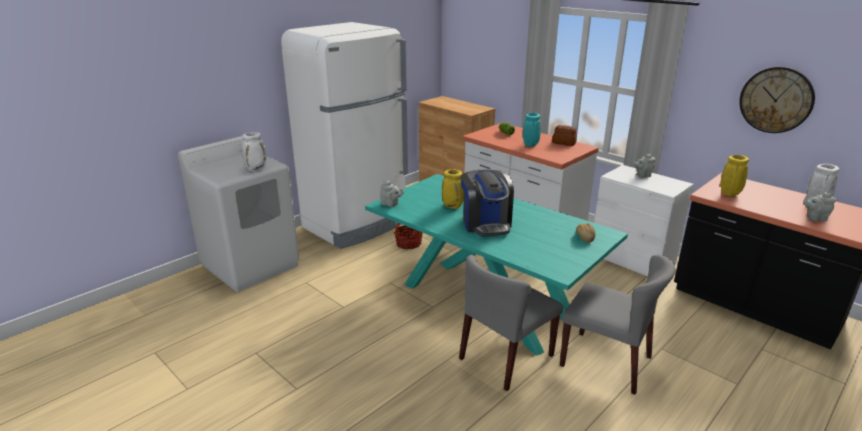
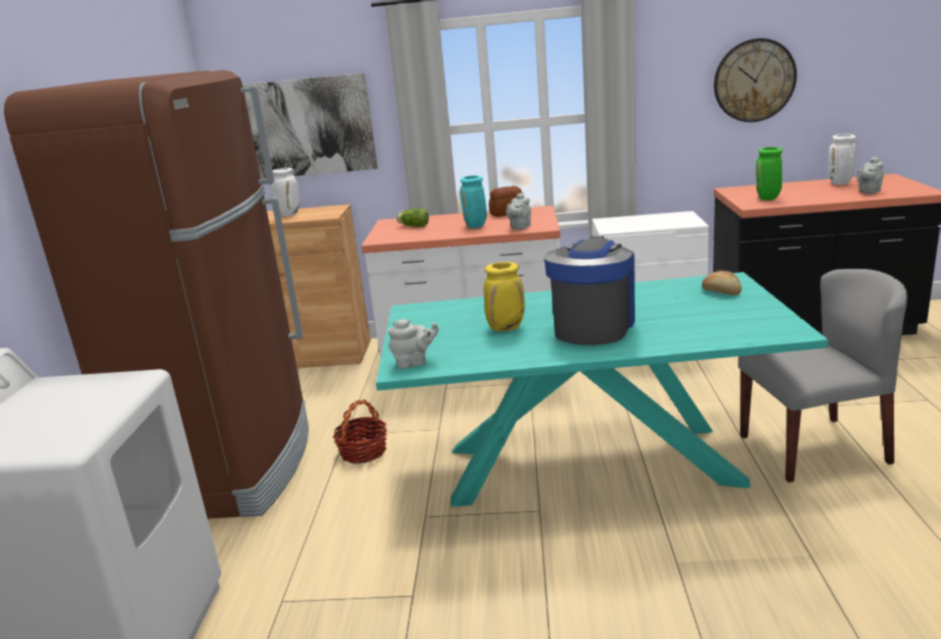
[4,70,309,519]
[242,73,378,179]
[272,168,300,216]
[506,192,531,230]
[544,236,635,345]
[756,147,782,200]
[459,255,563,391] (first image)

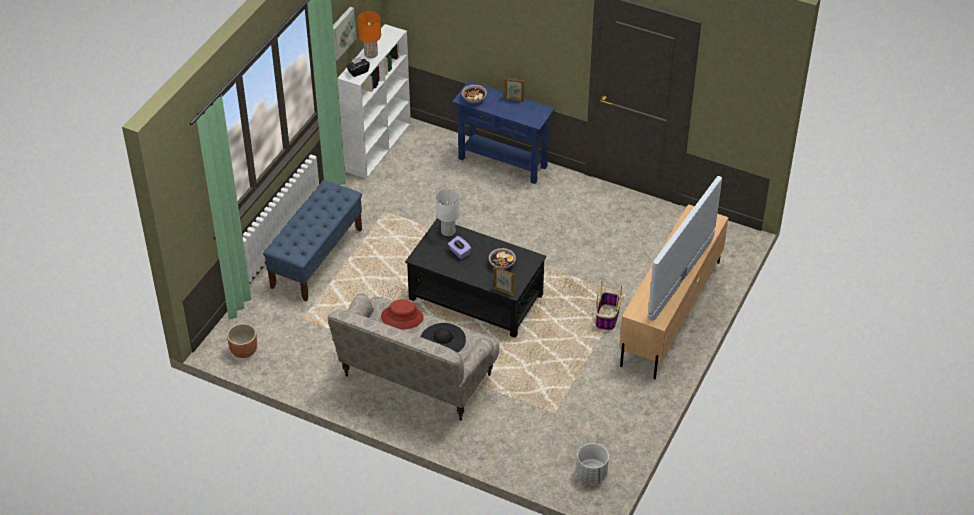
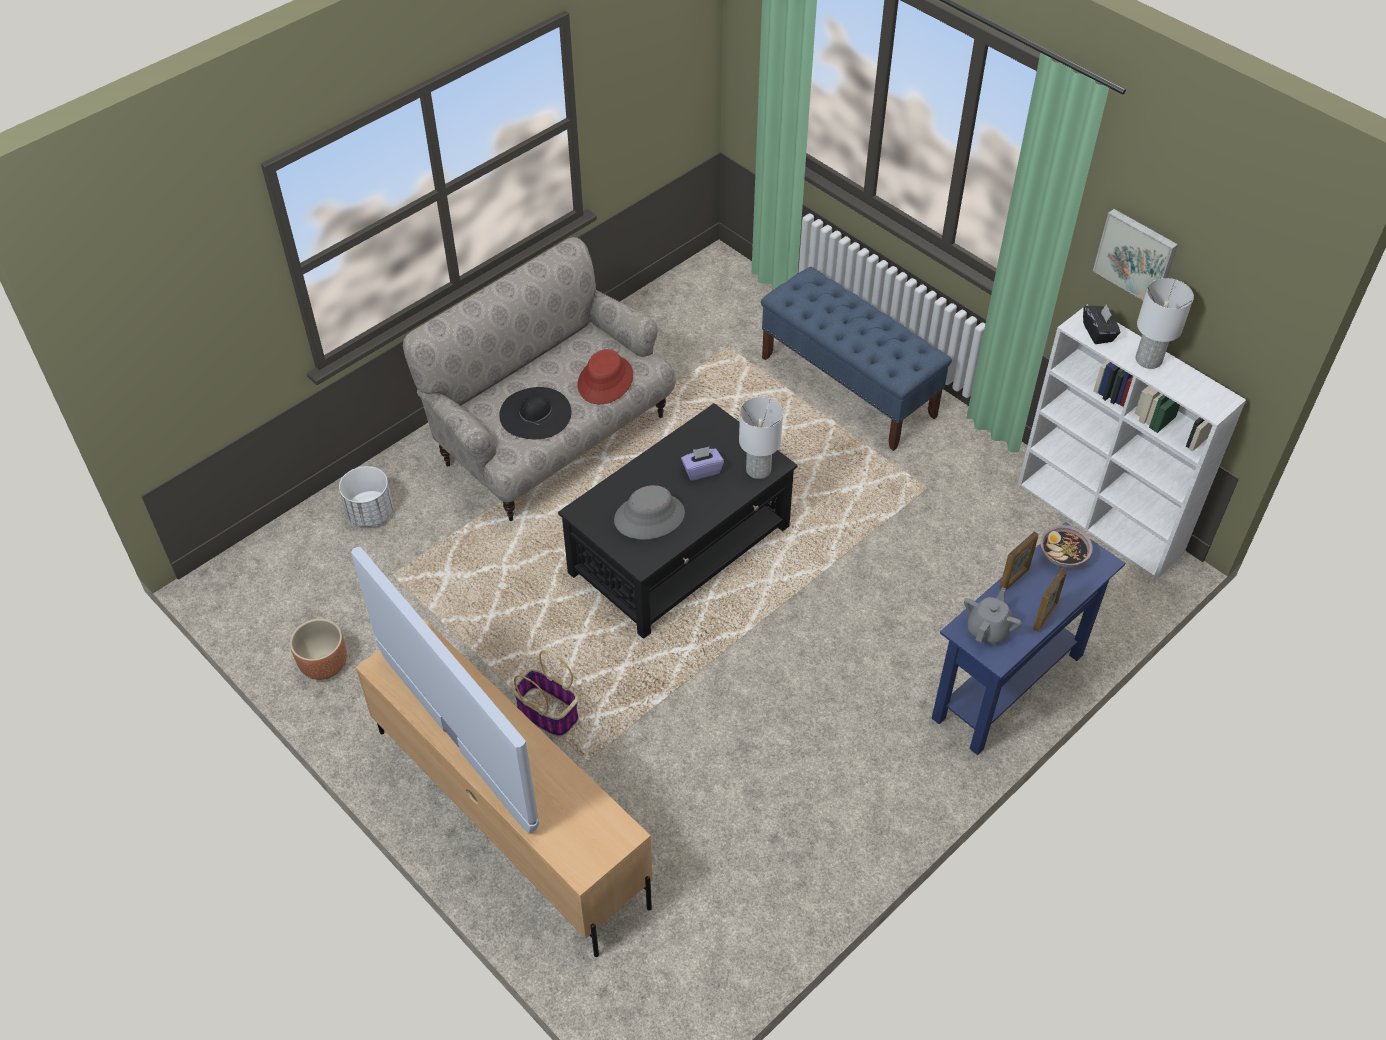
[290,619,347,680]
[339,466,393,527]
[614,485,685,540]
[964,587,1022,644]
[999,531,1038,590]
[1135,278,1194,369]

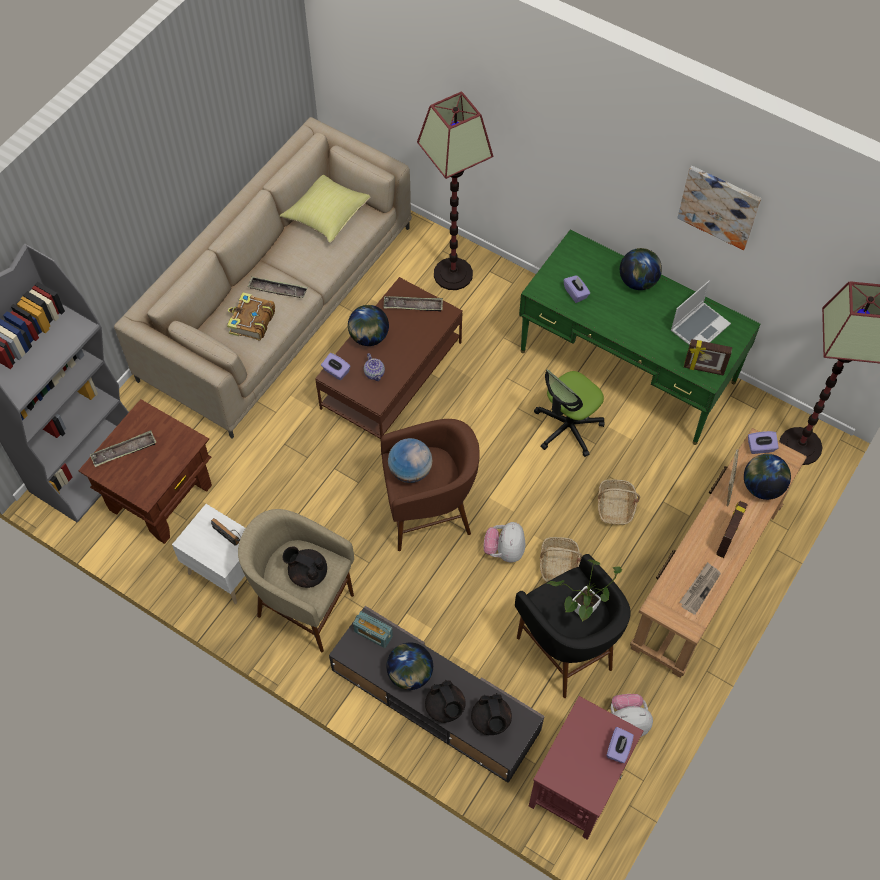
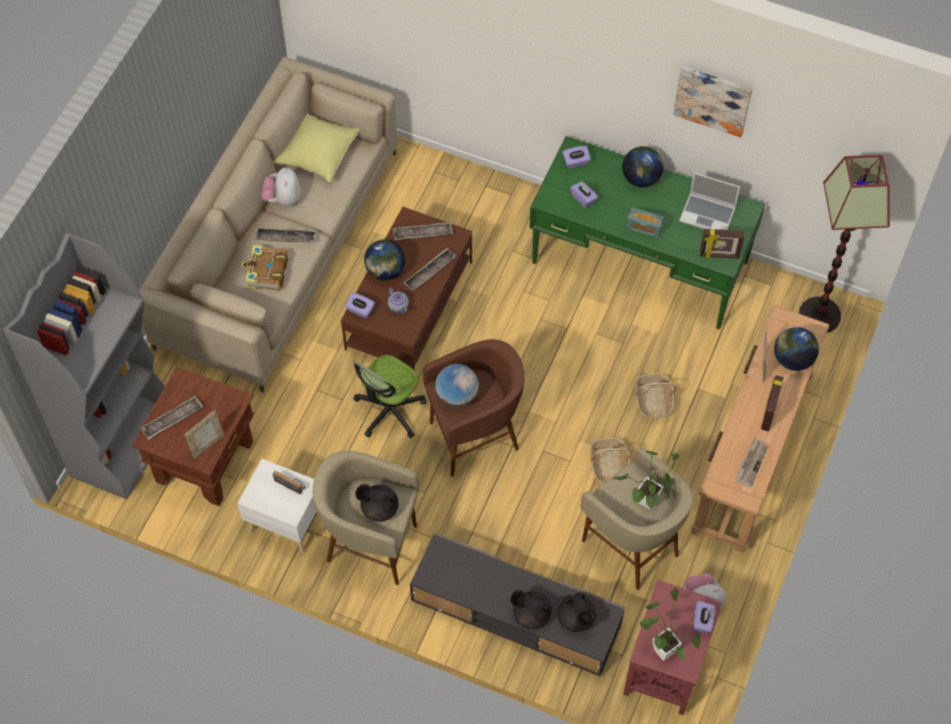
[184,410,224,459]
[261,168,301,206]
[353,355,426,438]
[404,248,457,291]
[510,590,552,629]
[562,146,591,169]
[580,447,693,590]
[626,207,664,238]
[639,588,701,661]
[679,172,740,230]
[386,642,433,690] (first image)
[417,91,493,290] (first image)

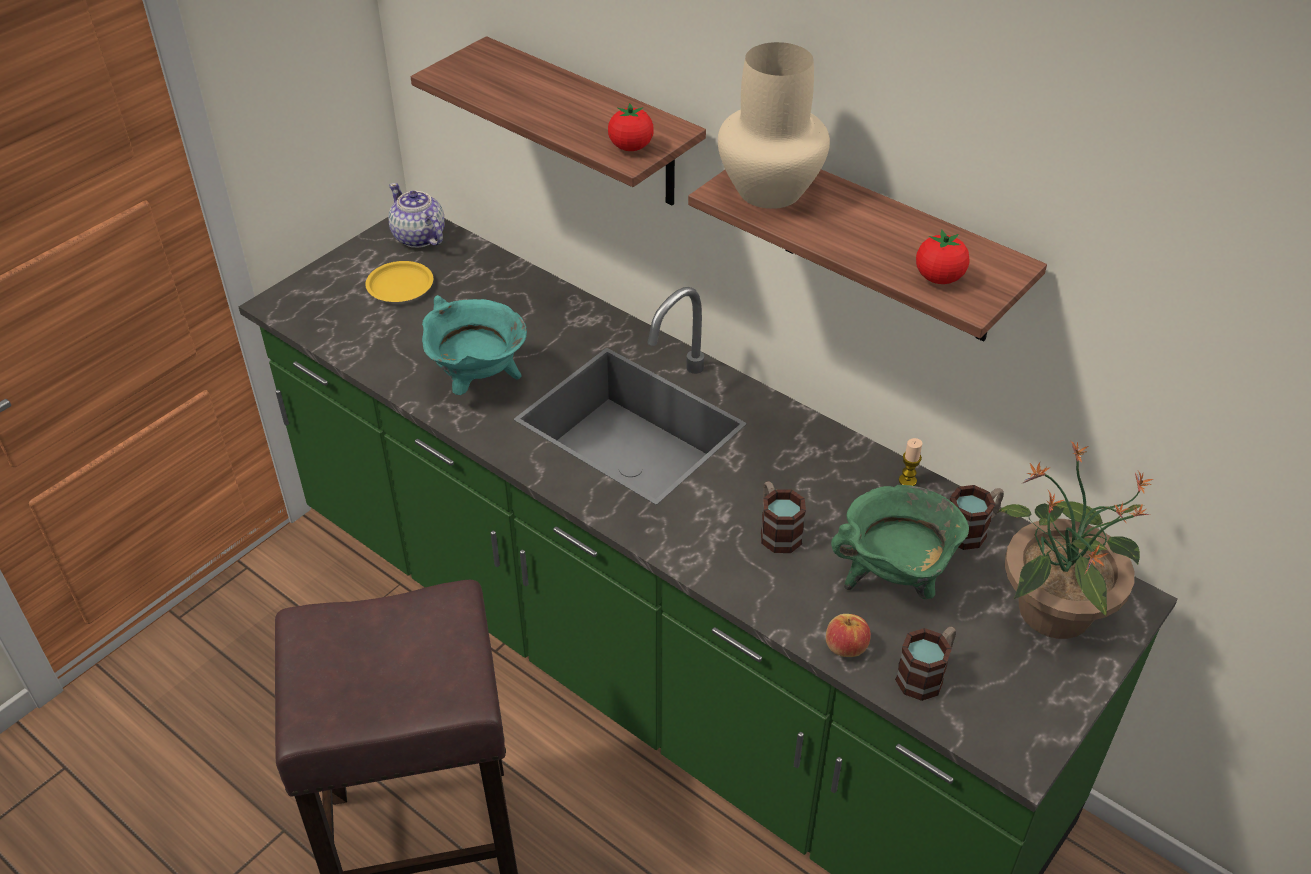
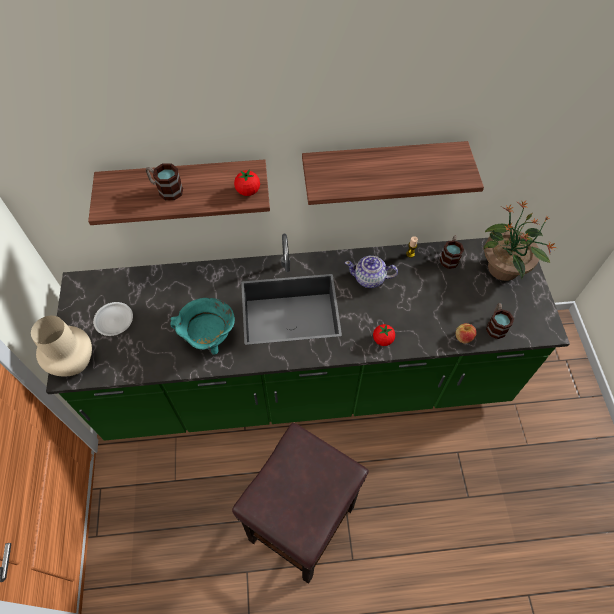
[31,316,92,376]
[93,302,133,336]
[146,164,183,200]
[345,256,398,288]
[373,324,395,346]
[831,485,969,599] (first image)

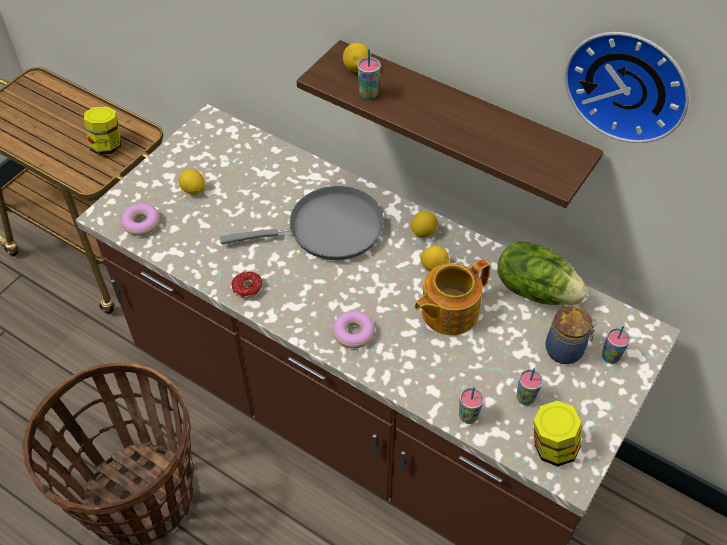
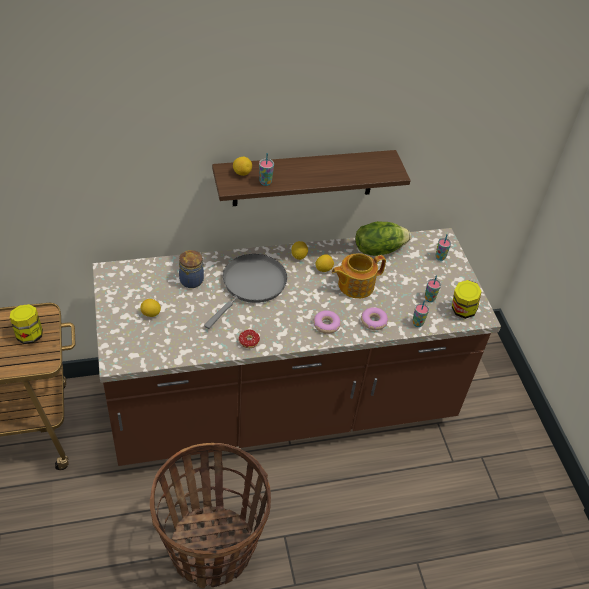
[179,250,204,288]
[332,253,386,299]
[361,307,388,330]
[564,32,689,143] (first image)

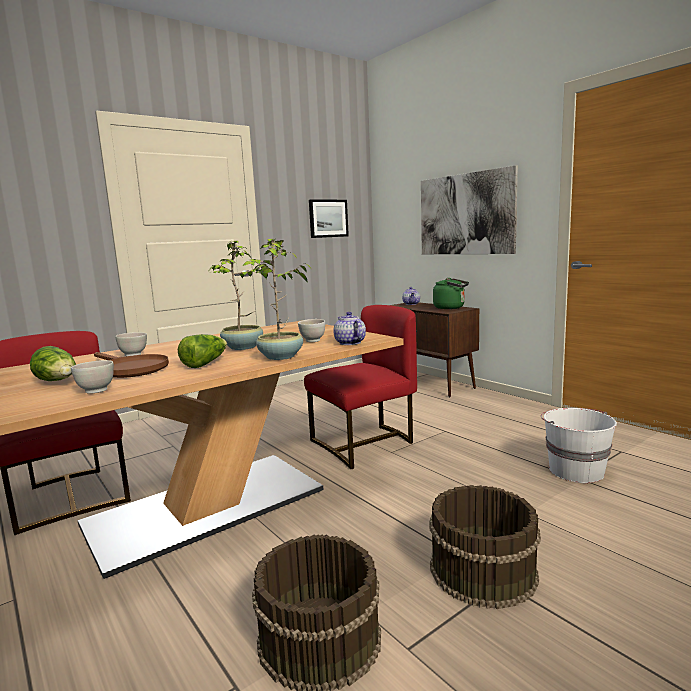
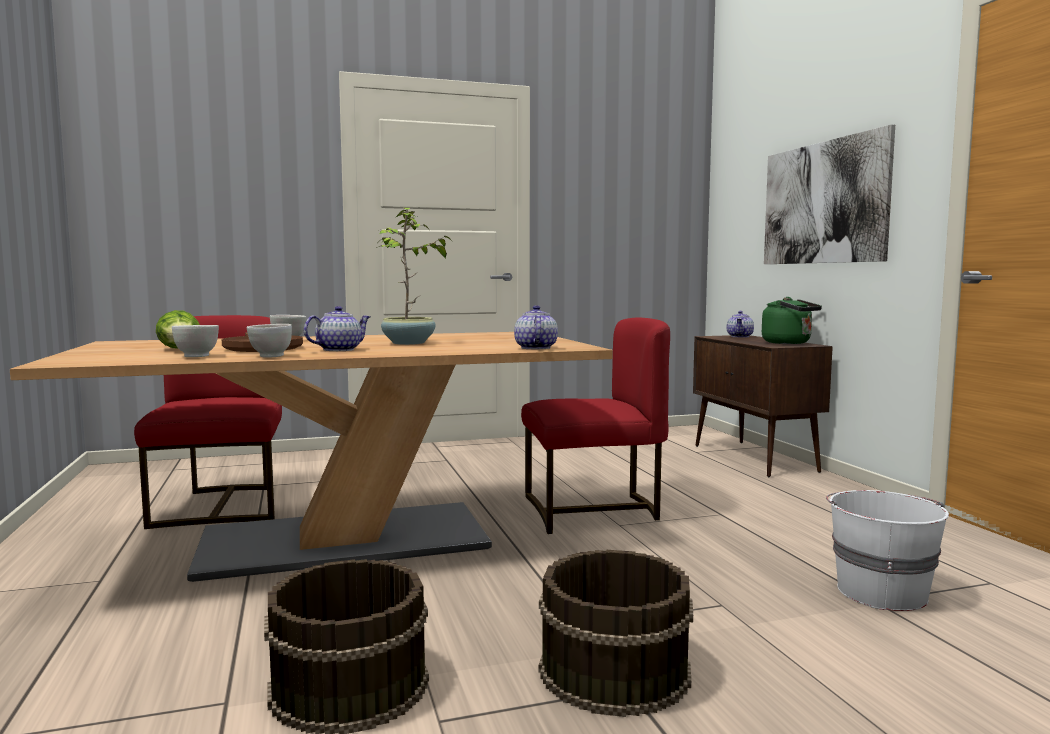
[247,324,292,358]
[304,306,370,351]
[243,239,311,360] (first image)
[309,199,349,238] (first image)

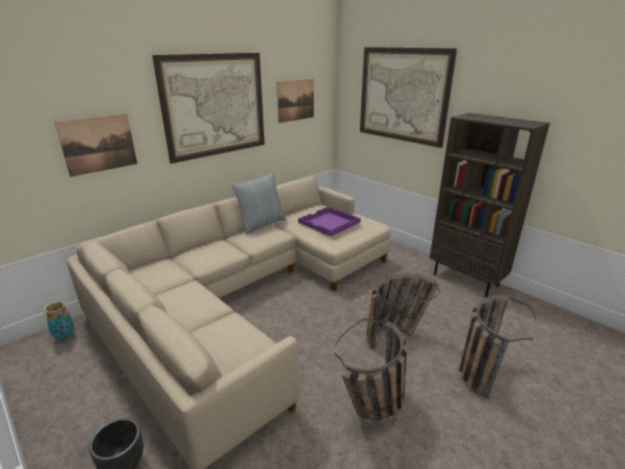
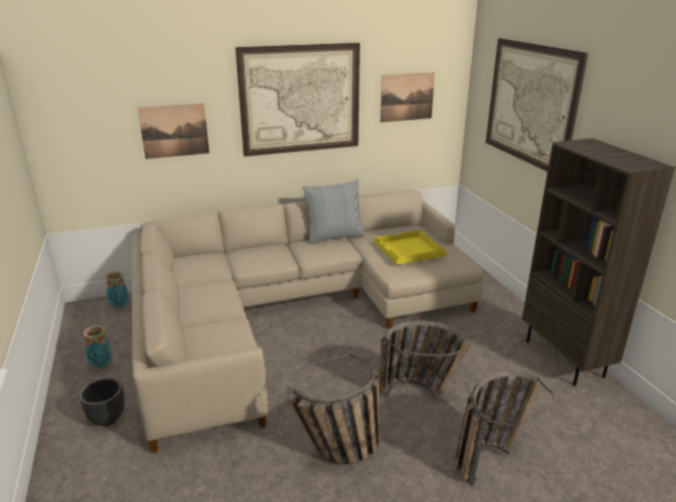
[83,325,113,369]
[374,230,447,265]

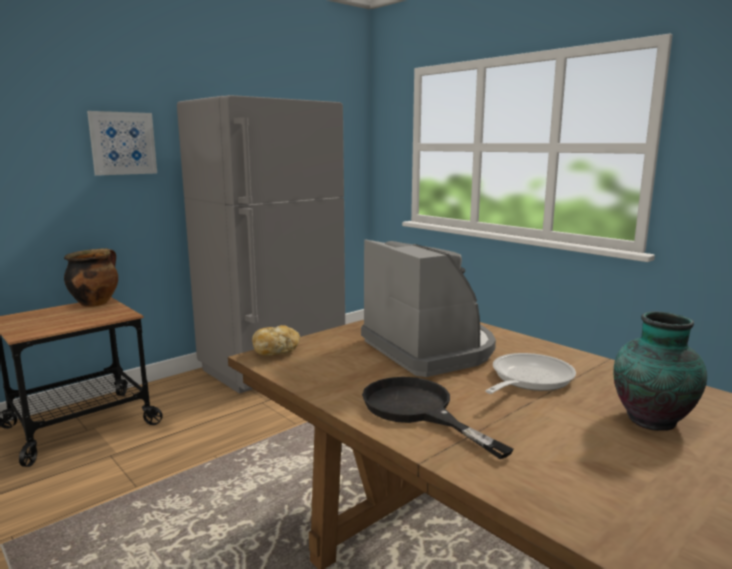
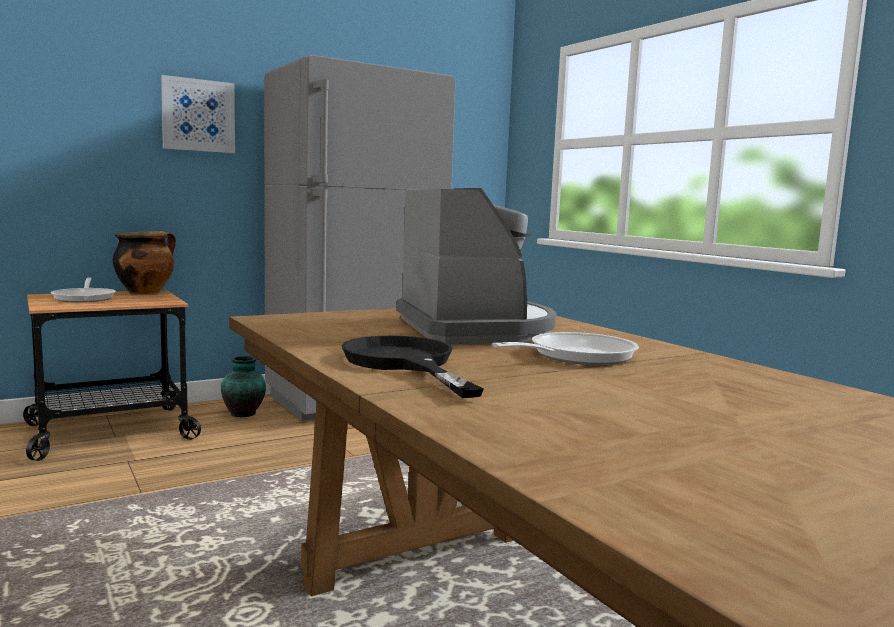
[51,277,116,303]
[221,356,266,417]
[252,325,300,356] (first image)

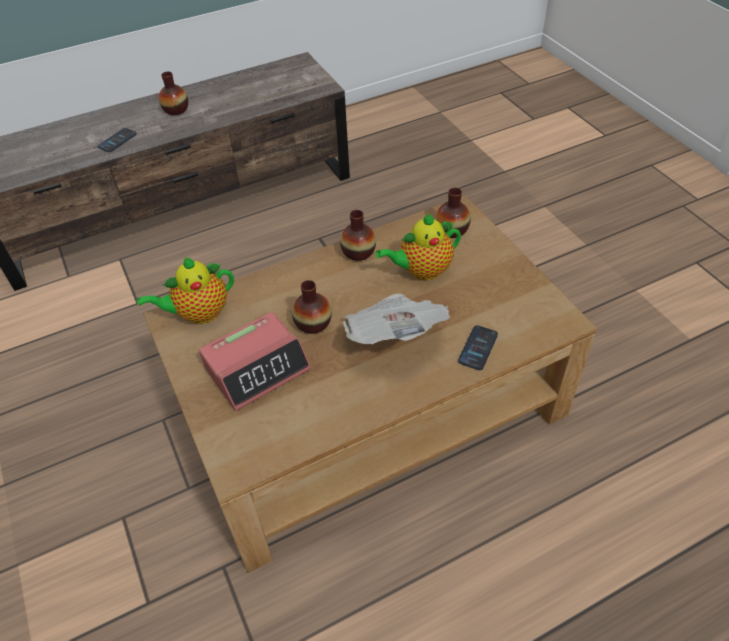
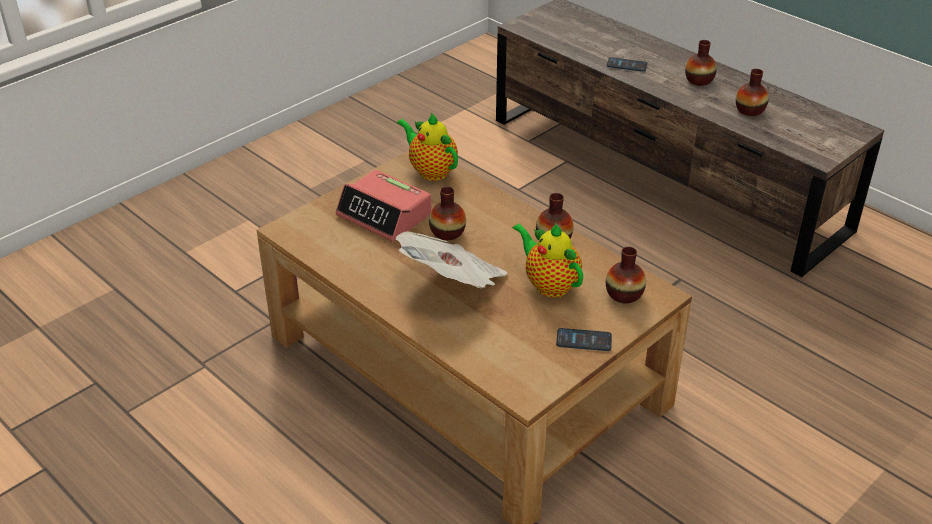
[556,328,612,351]
[736,69,769,116]

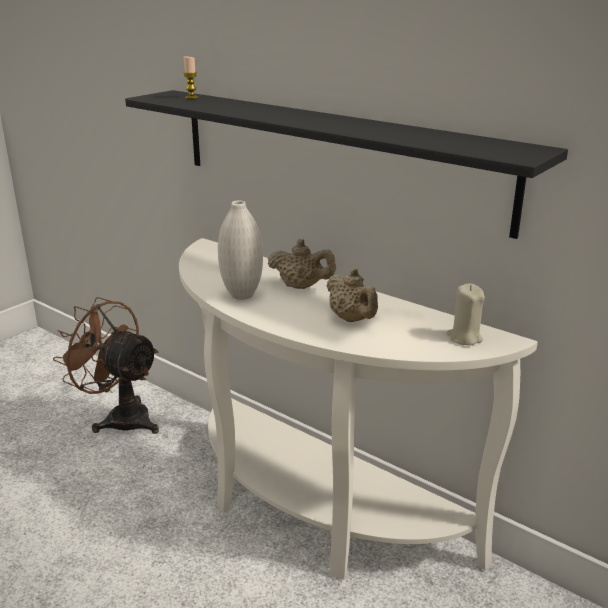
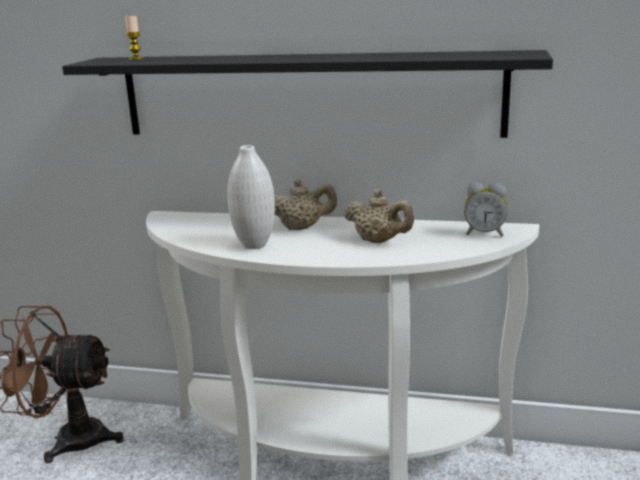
[464,182,508,237]

